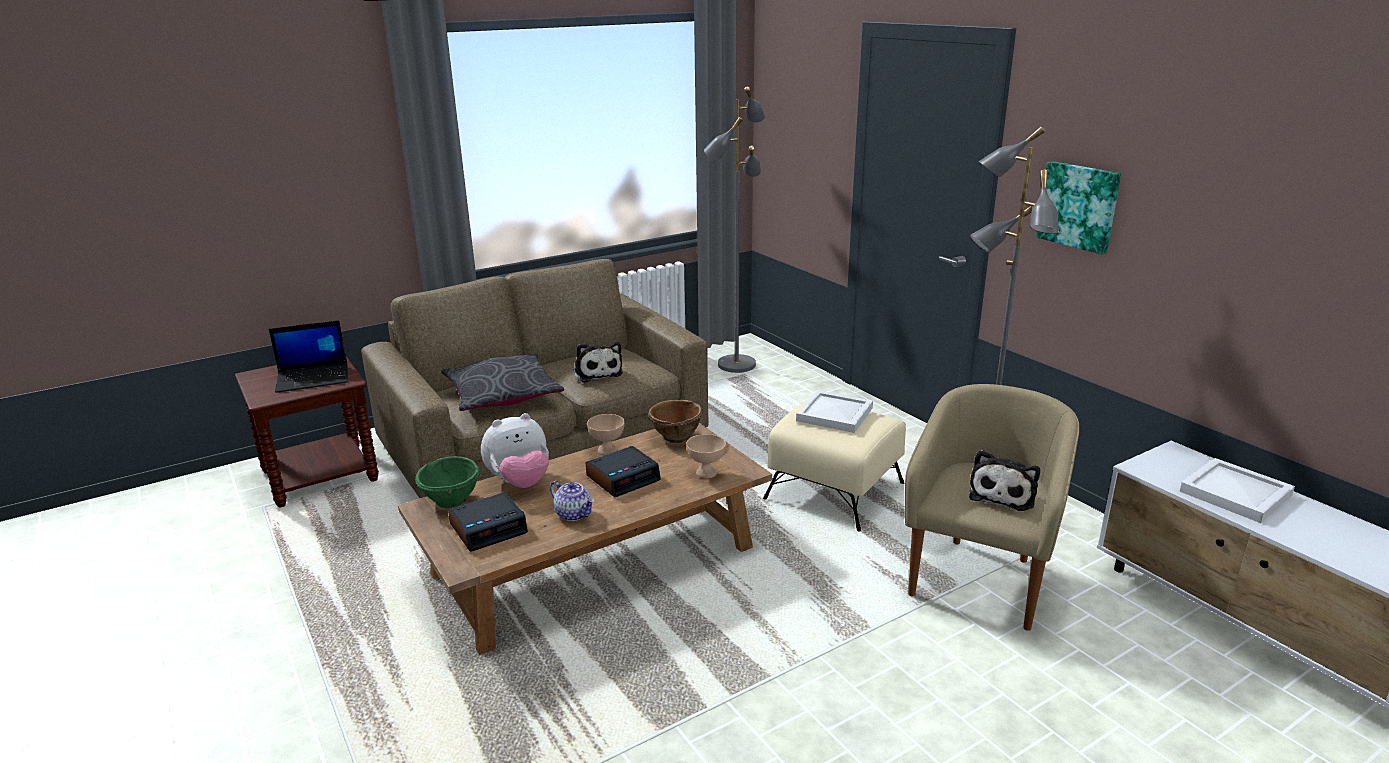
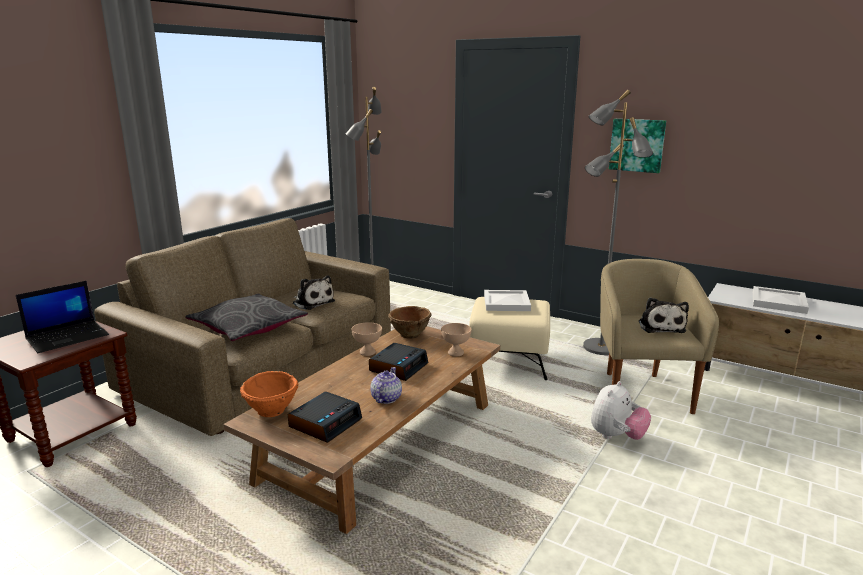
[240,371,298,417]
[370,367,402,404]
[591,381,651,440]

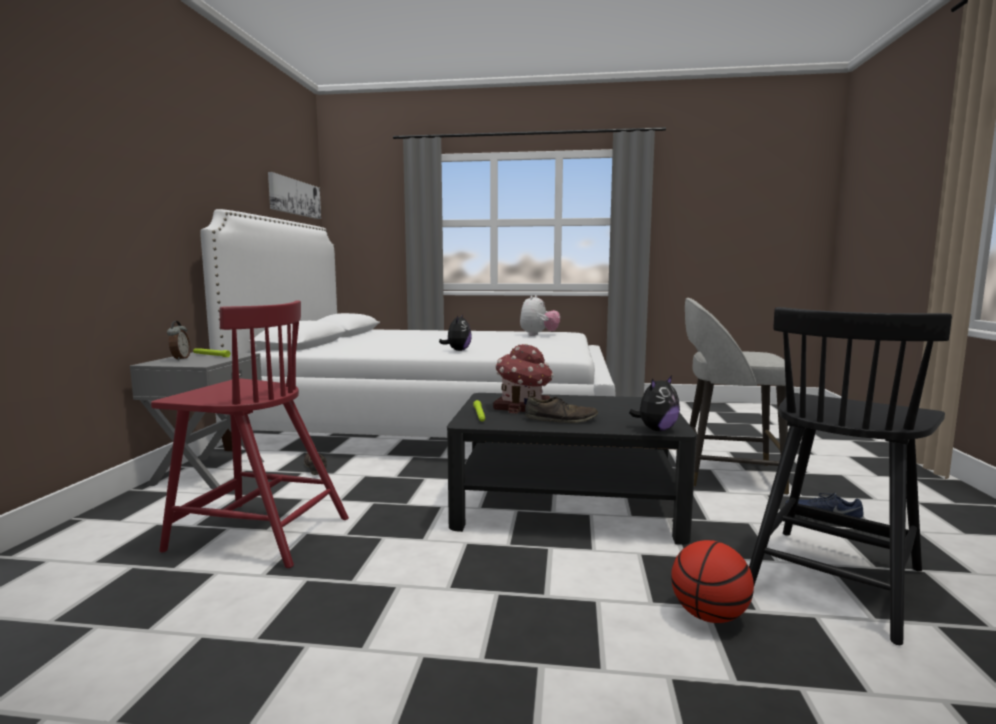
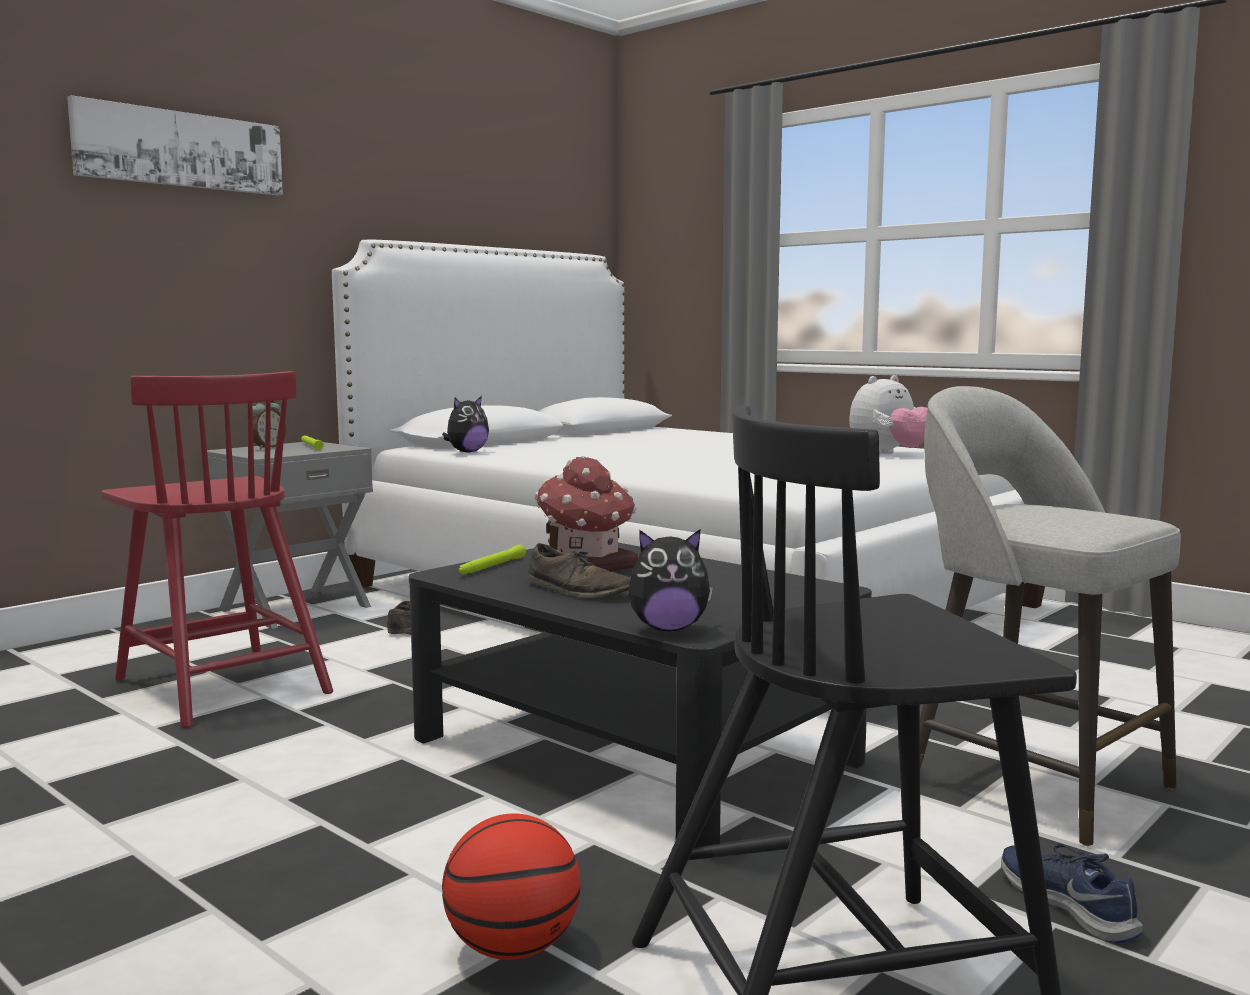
[67,95,283,195]
[442,396,489,453]

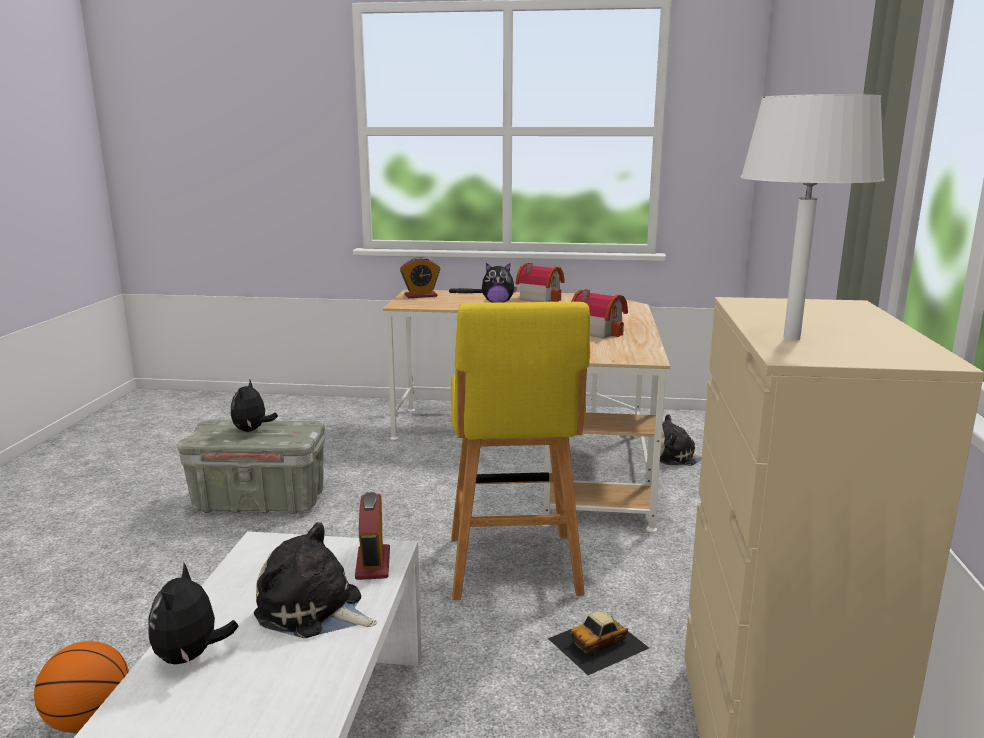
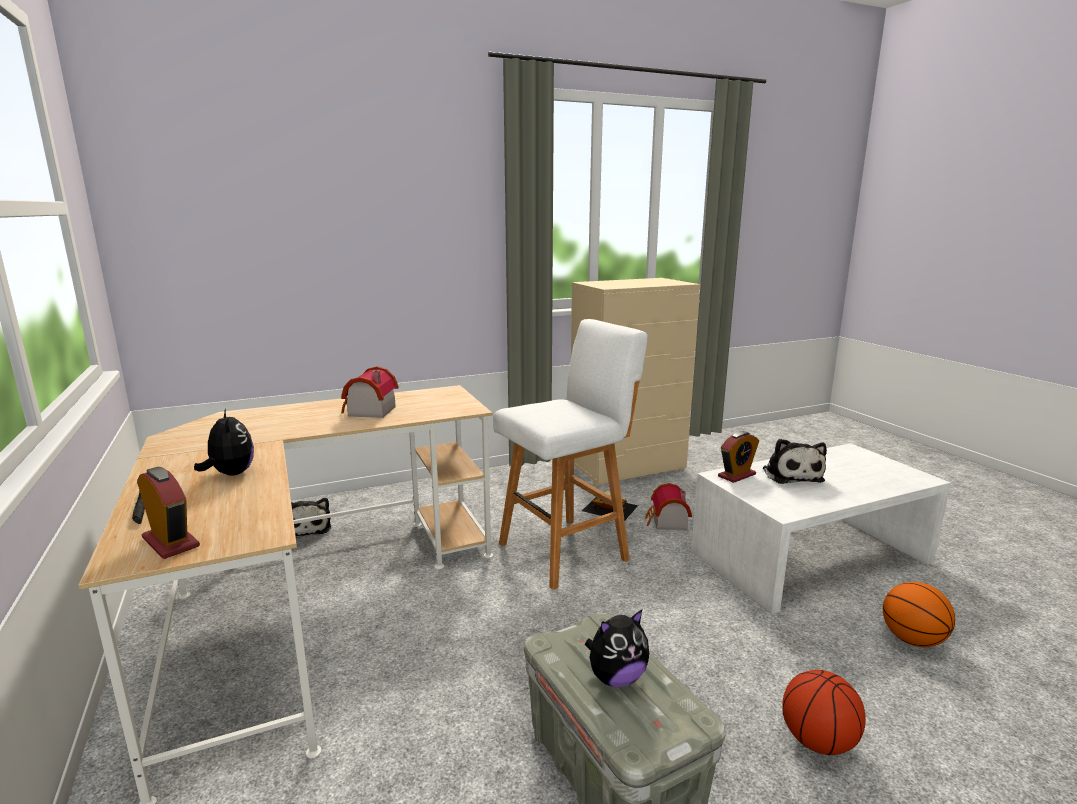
[493,319,648,590]
[645,483,692,530]
[782,670,866,755]
[148,563,239,665] (first image)
[741,94,885,341] (first image)

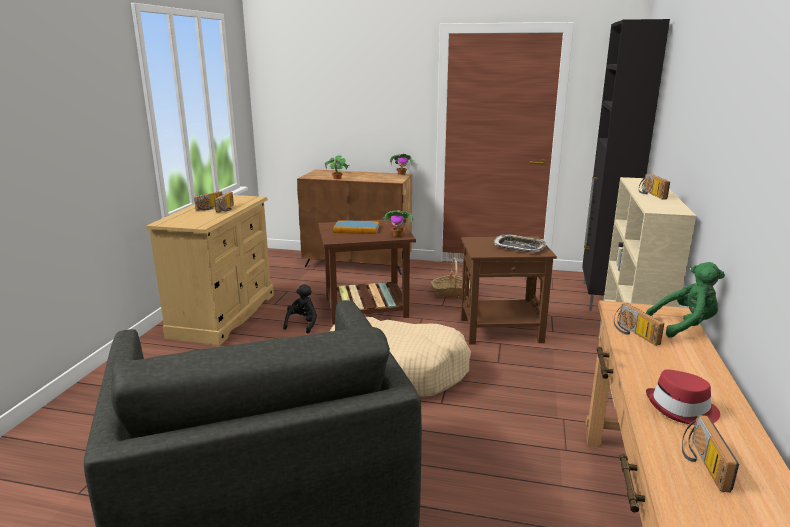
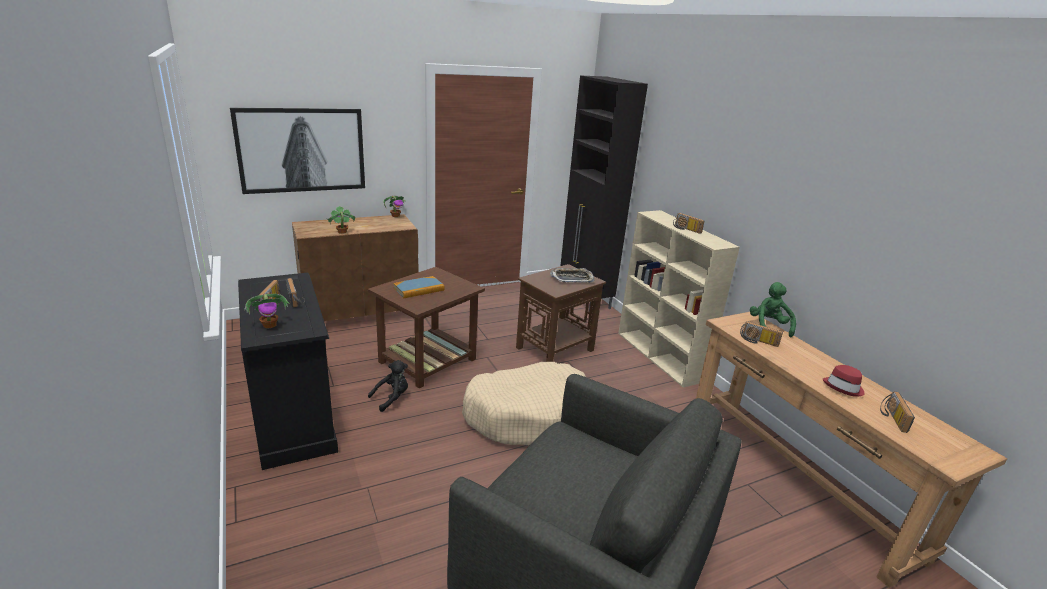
[230,108,365,194]
[238,273,338,470]
[244,294,290,329]
[368,360,408,412]
[750,282,796,337]
[880,391,915,433]
[431,258,470,298] (first image)

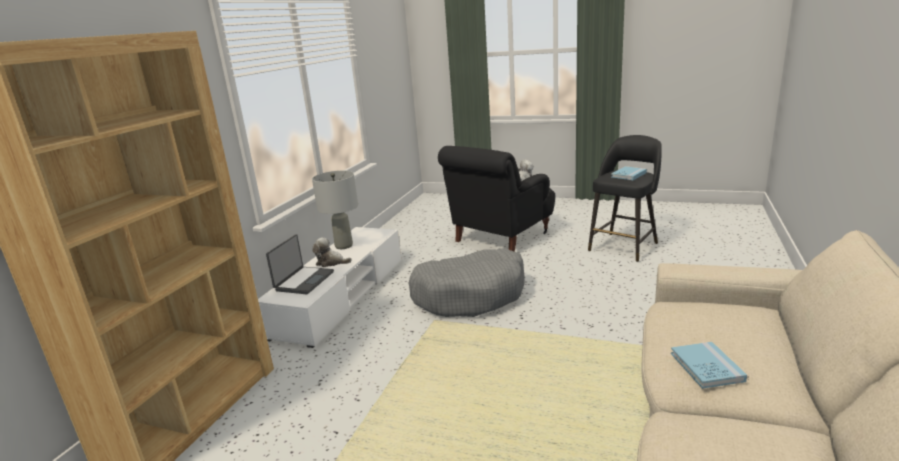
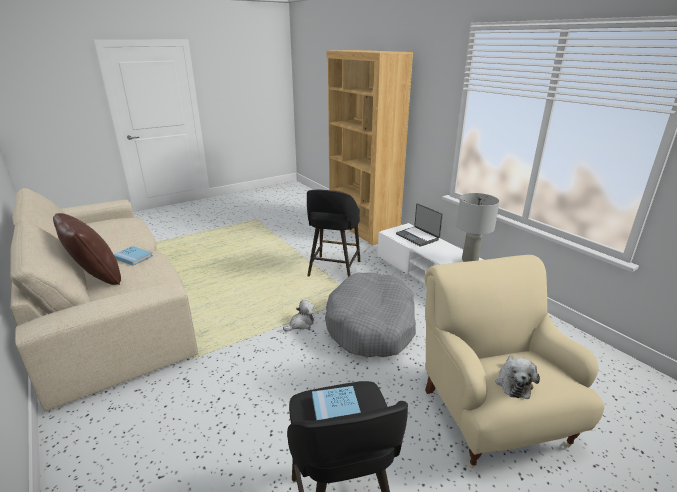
[53,213,121,285]
[283,300,314,332]
[307,190,360,277]
[425,255,604,469]

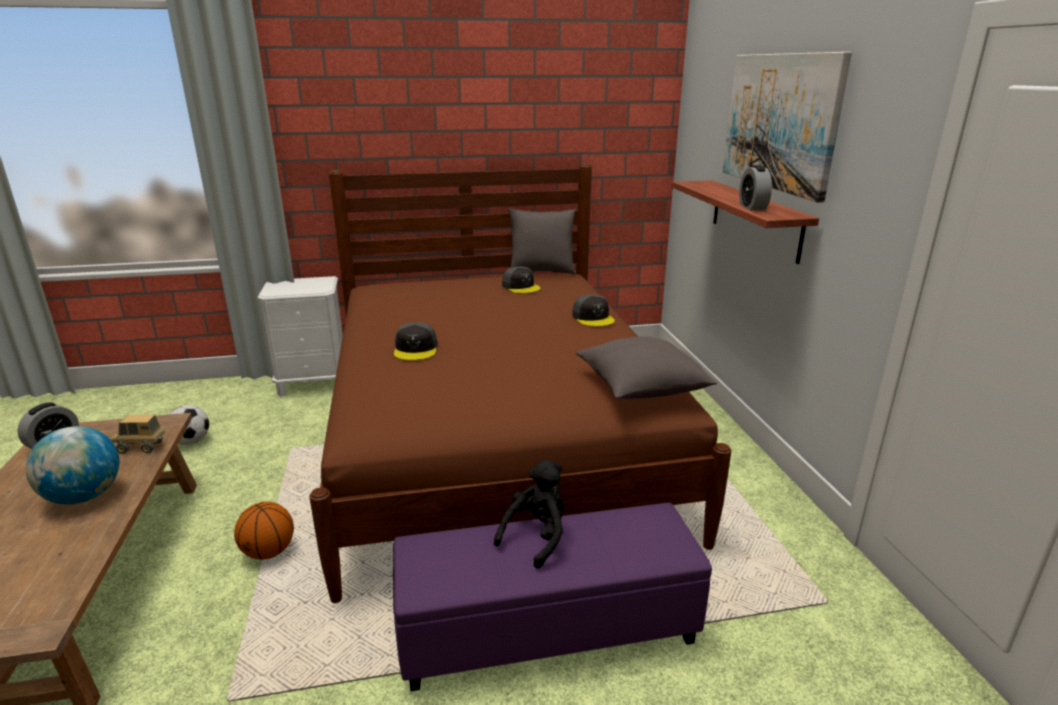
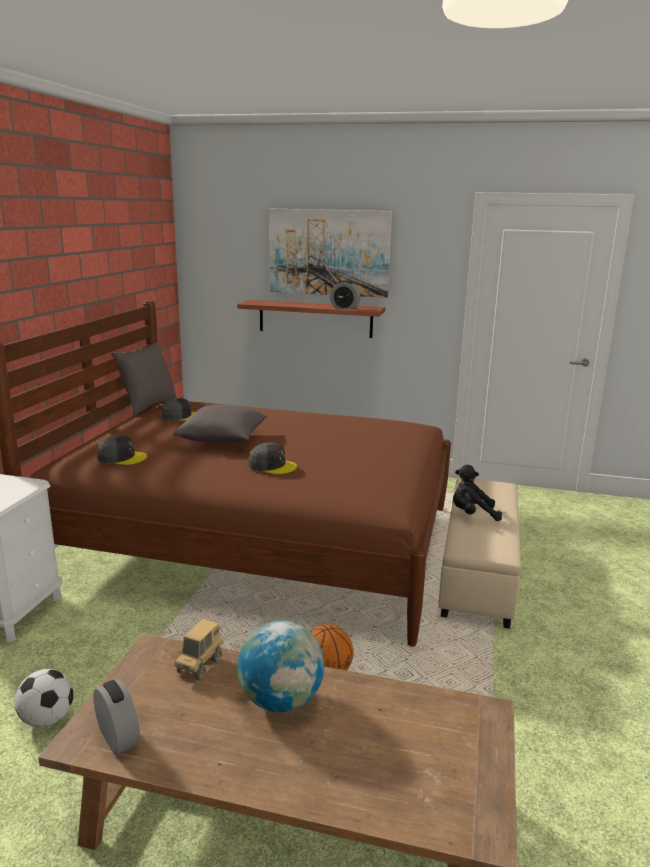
[97,435,147,465]
[173,405,267,443]
[438,478,521,629]
[453,465,502,521]

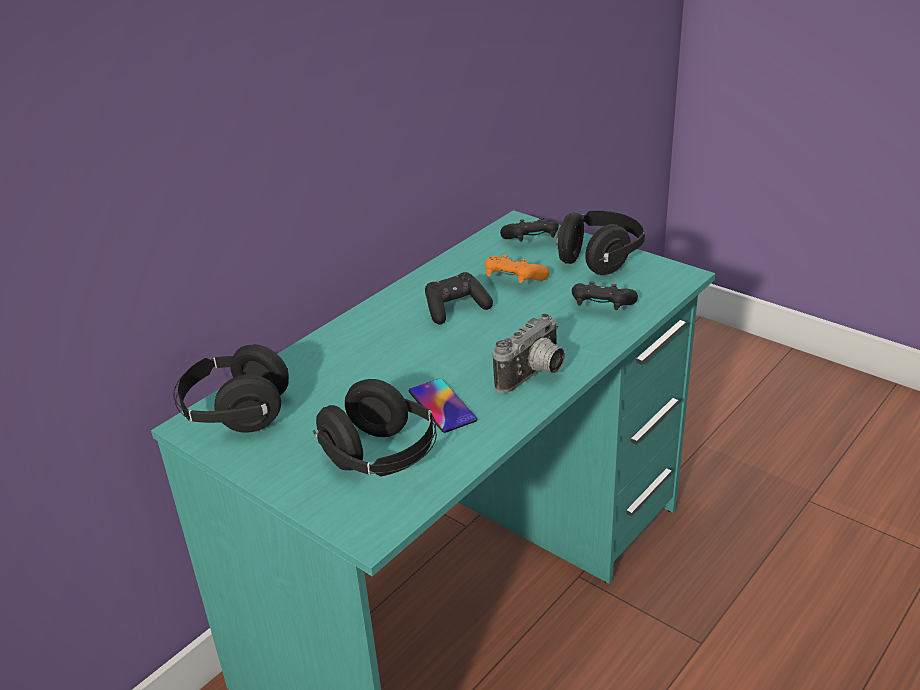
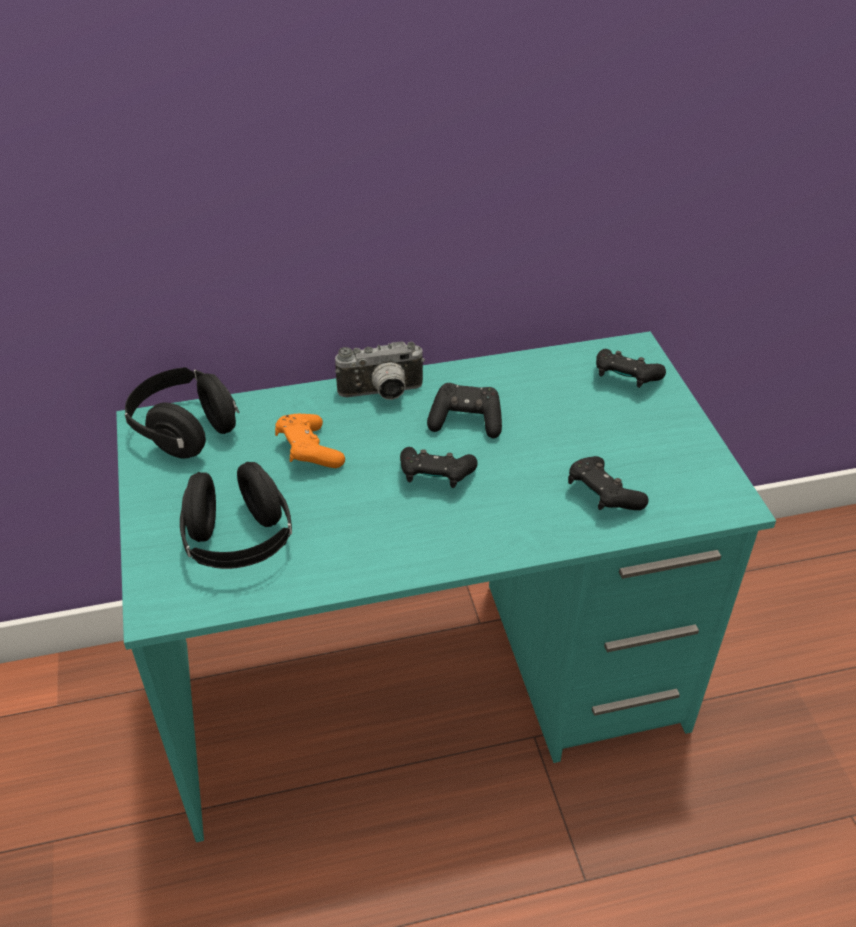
[275,414,345,468]
[335,341,425,400]
[400,447,478,488]
[409,379,477,433] (first image)
[556,211,645,275] (first image)

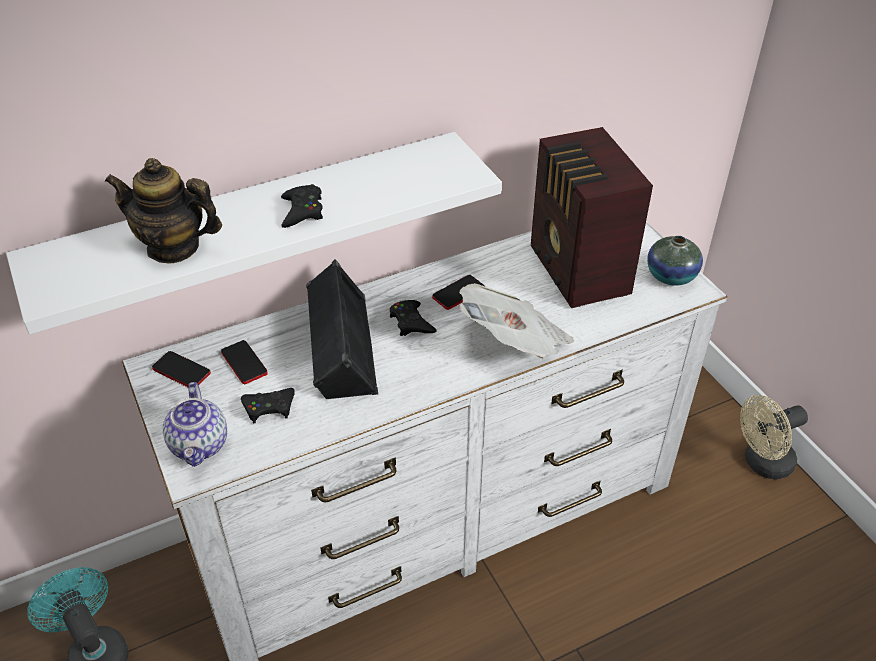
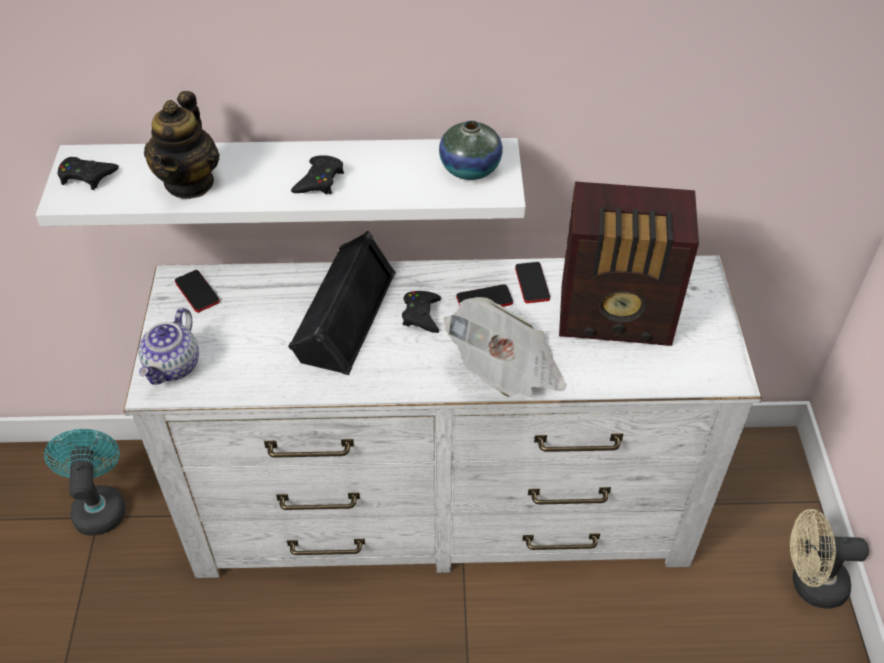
[58,157,119,190]
[144,91,220,199]
[439,120,503,180]
[515,262,550,303]
[559,181,699,346]

